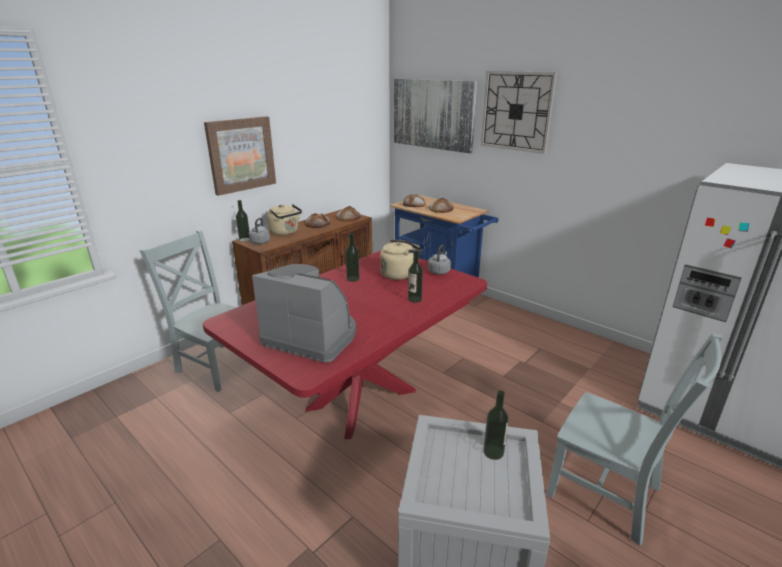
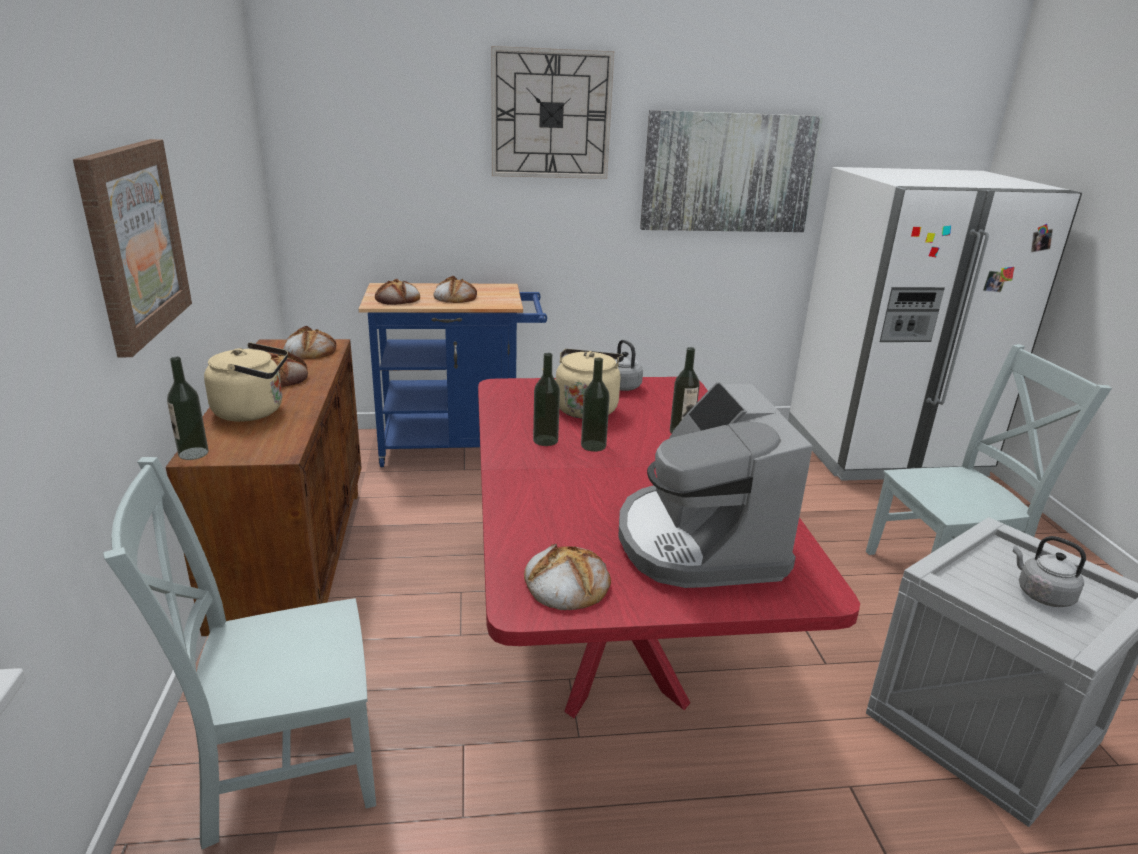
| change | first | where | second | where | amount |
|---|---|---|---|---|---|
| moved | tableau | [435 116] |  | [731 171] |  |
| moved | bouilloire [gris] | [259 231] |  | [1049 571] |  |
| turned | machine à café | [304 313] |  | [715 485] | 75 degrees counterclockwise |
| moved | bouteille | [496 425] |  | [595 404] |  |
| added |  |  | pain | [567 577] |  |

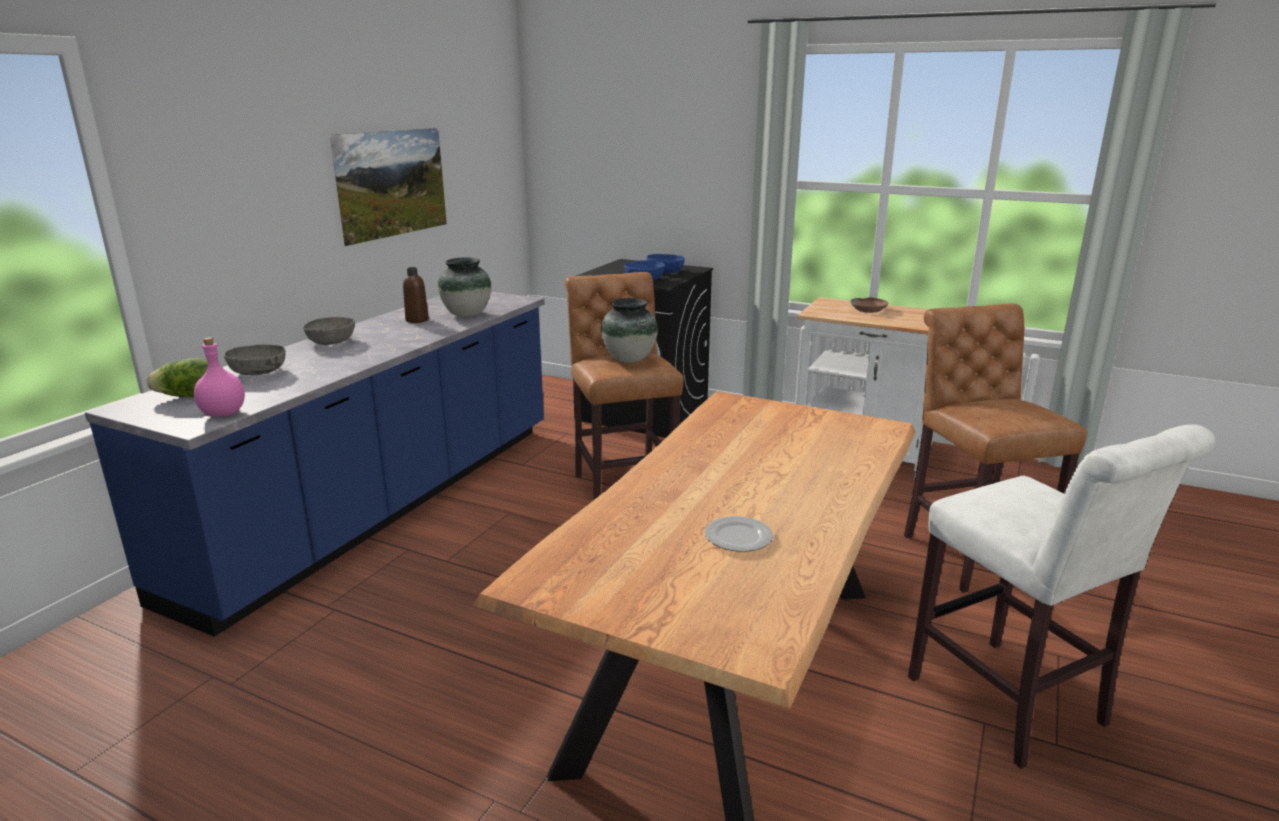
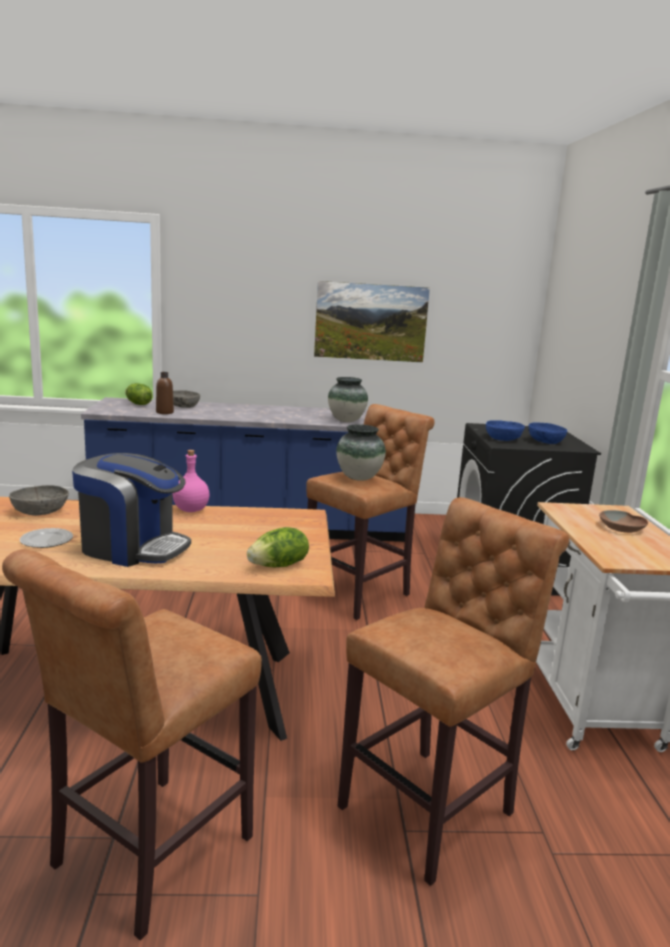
| change | first | where | second | where | amount |
|---|---|---|---|---|---|
| moved | bouteille [marron] | [416 295] |  | [165 393] |  |
| moved | bol [gris] | [329 331] |  | [39 500] |  |
| moved | bouteille [rose] | [219 377] |  | [191 481] |  |
| recoloured | tabouret [blanc] | [1061 596] | tabouret [marron] | [132 744] |  |
| added |  |  | machine à café | [131 510] |  |
| added |  |  | laitue | [278 547] |  |

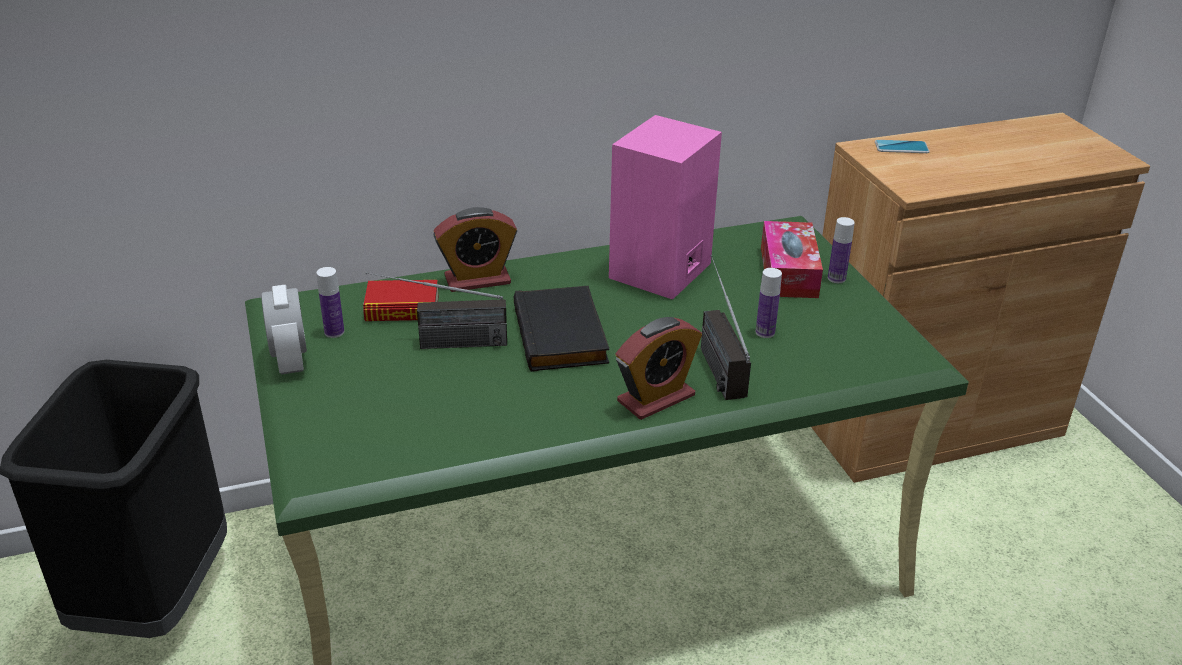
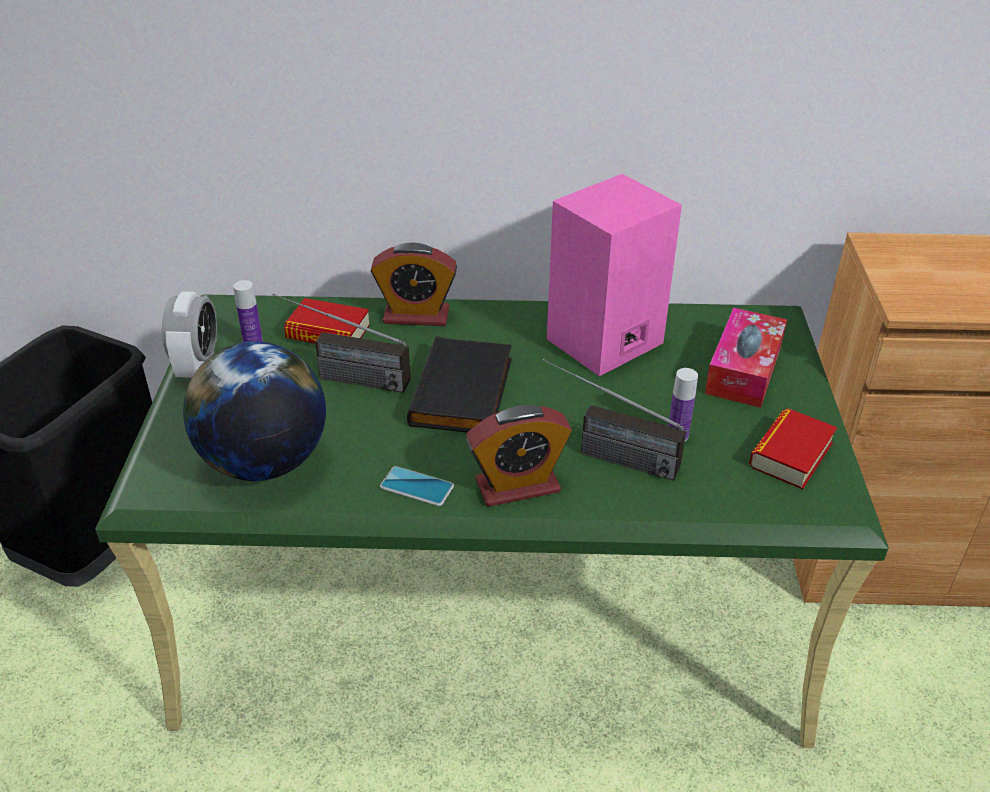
| change | first | where | second | where | amount |
|---|---|---|---|---|---|
| moved | téléphone | [902 146] |  | [417 486] |  |
| removed | bouteille | [841 250] |  |  |  |
| turned | radio | [726 327] |  | [614 420] | 75 degrees counterclockwise |
| added |  |  | globe | [254 411] |  |
| added |  |  | livre | [793 448] |  |

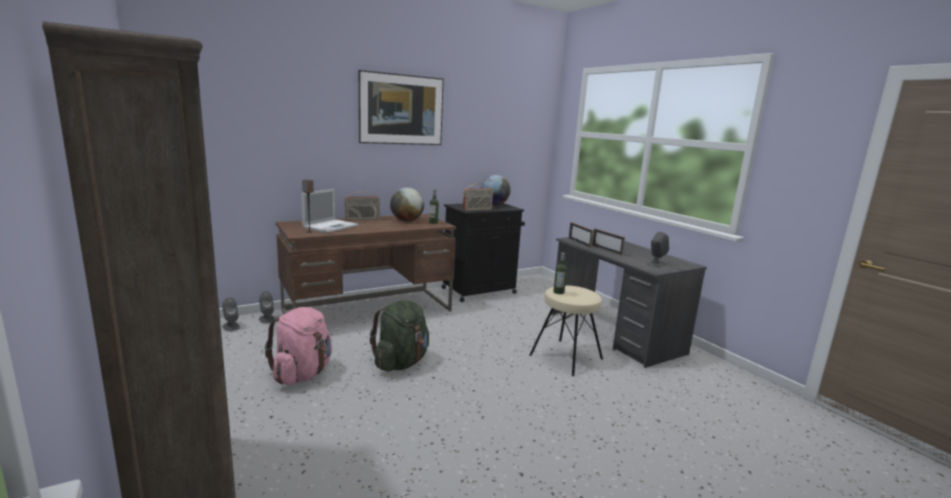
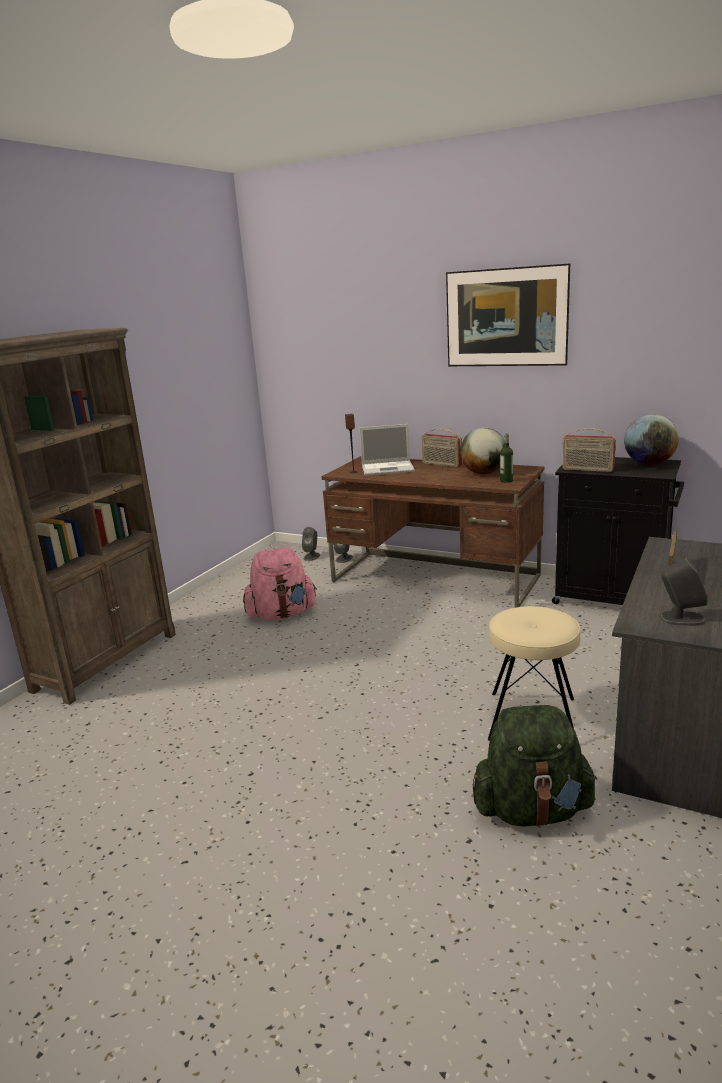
| change | first | where | second | where | amount |
|---|---|---|---|---|---|
| removed | cadre photo | [581 235] |  |  |  |
| removed | bouteille | [560 273] |  |  |  |
| moved | sac à dos [vert] | [399 335] |  | [534 766] |  |

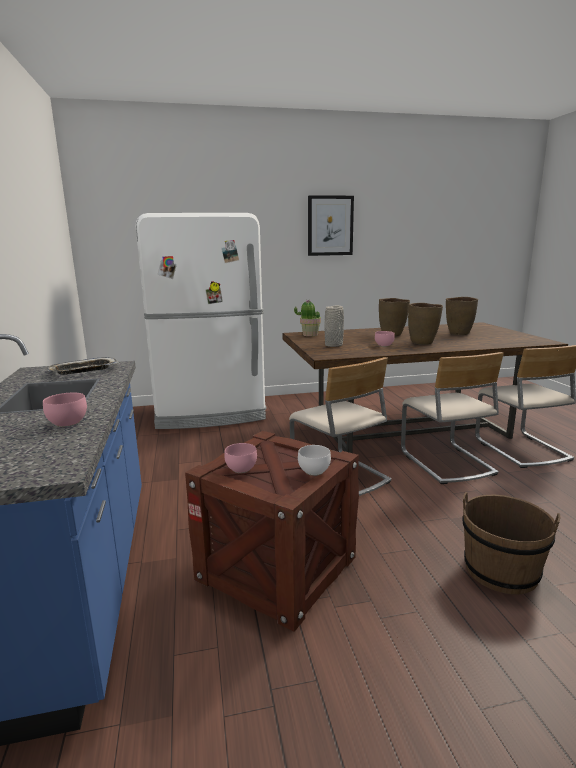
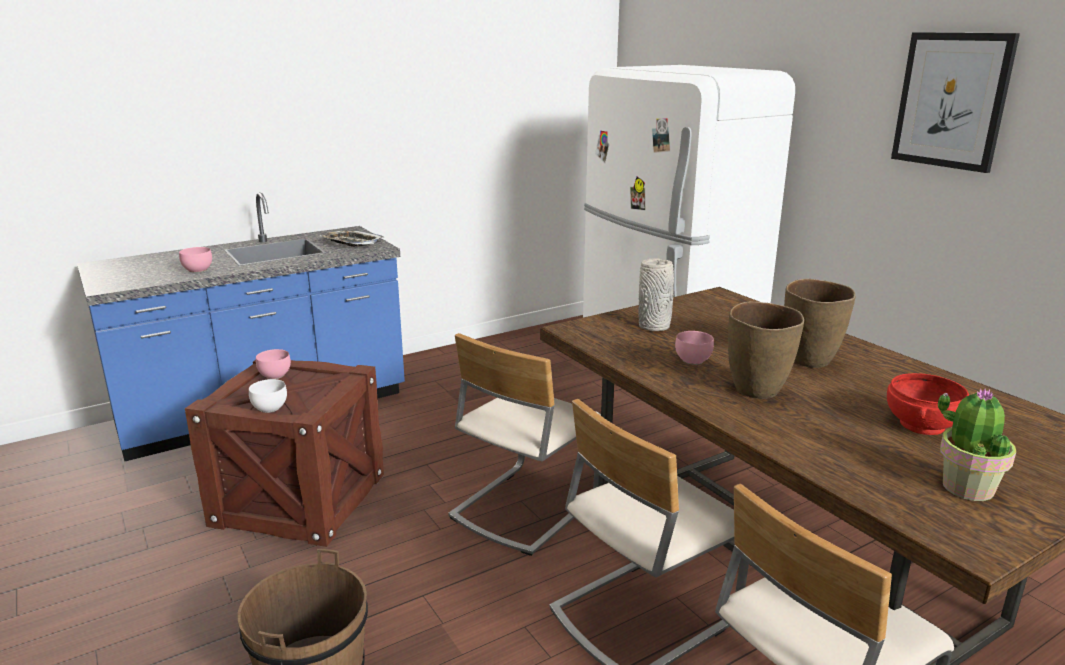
| change | first | where | second | where | amount |
|---|---|---|---|---|---|
| replaced | vase [marron] | [462 316] | bol [rouge] | [928 404] |  |
| moved | plante en pot | [307 318] |  | [977 445] |  |

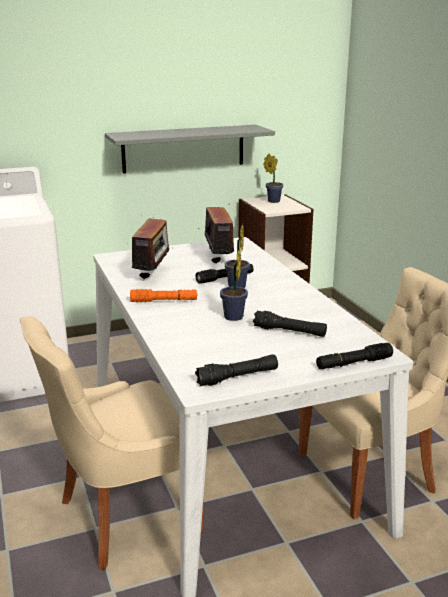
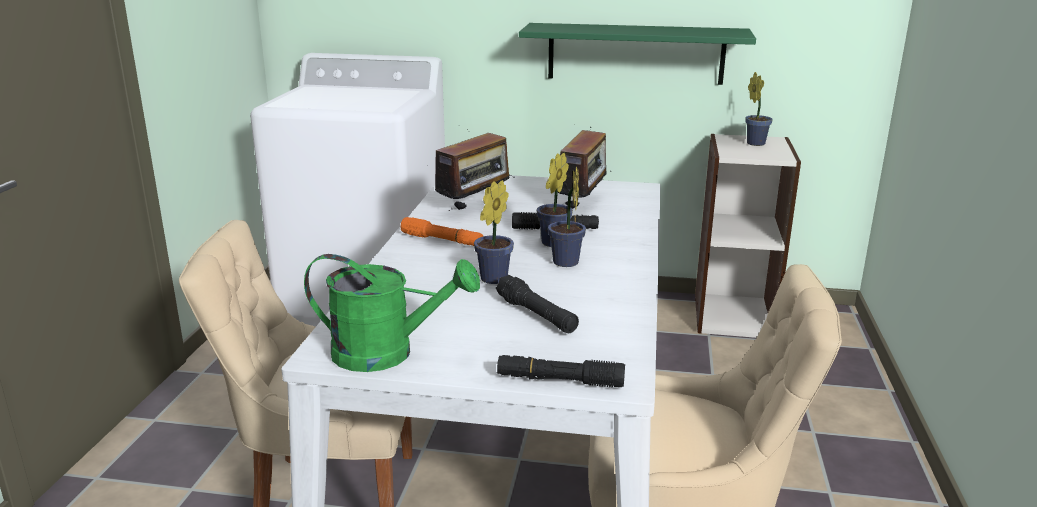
| change | first | where | second | where | amount |
|---|---|---|---|---|---|
| recoloured | étagère [gris] | [190 149] | étagère [vert] | [637 54] |  |
| replaced | lampe de poche [noir] | [236 370] | arrosoir [vert] | [392 313] |  |
| added |  |  | plante en pot | [567 217] |  |

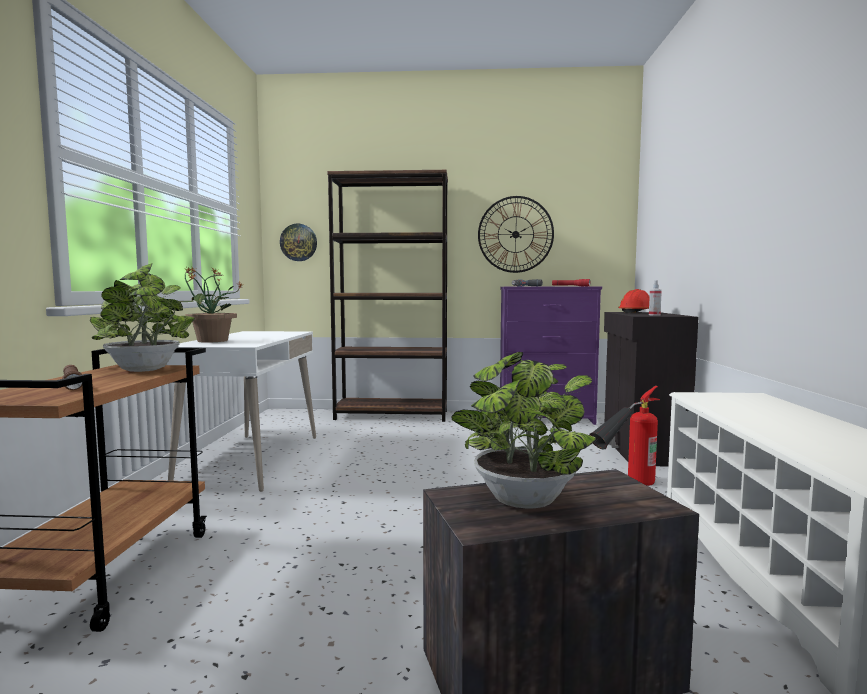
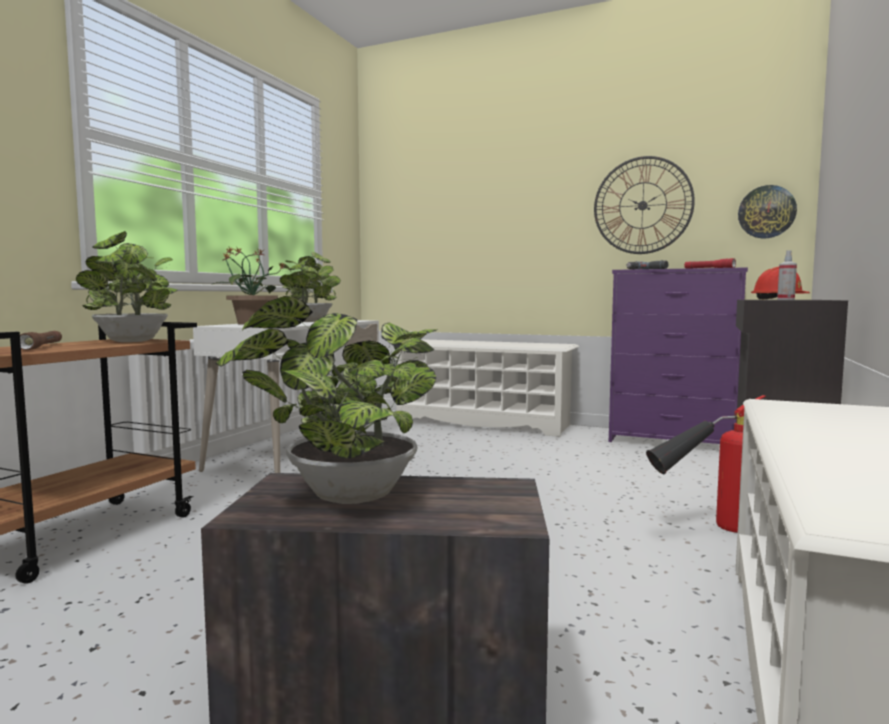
| change | first | where | second | where | amount |
|---|---|---|---|---|---|
| replaced | bibliothèque [marron] | [387 296] | étagère à chaussures [blanc] | [485 388] |  |
| moved | horloge murale | [298 242] |  | [767 211] |  |
| added |  |  | plante en pot | [310 287] |  |

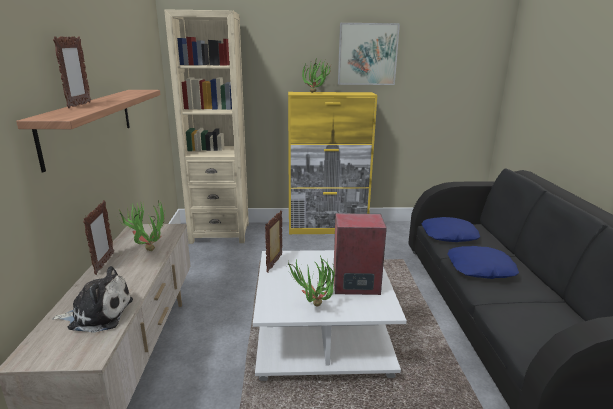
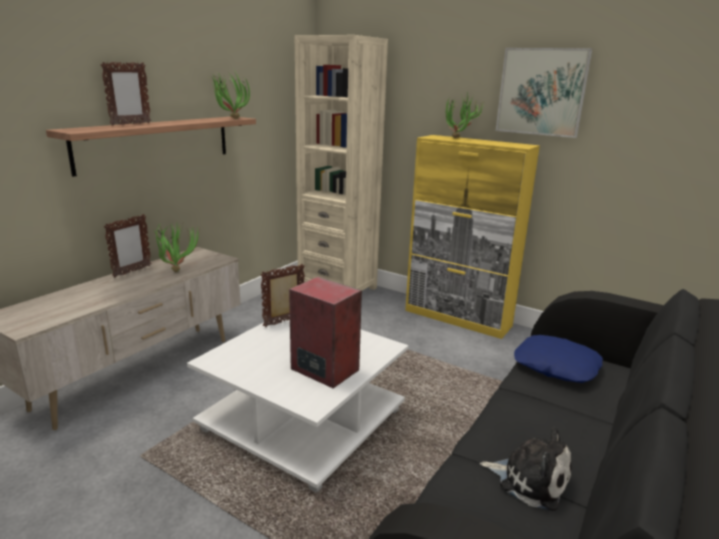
| change | first | where | second | where | amount |
|---|---|---|---|---|---|
| removed | coussin [bleu] | [483 262] |  |  |  |
| moved | plante en pot | [311 280] |  | [230 95] |  |
| moved | peluche | [92 299] |  | [525 469] |  |

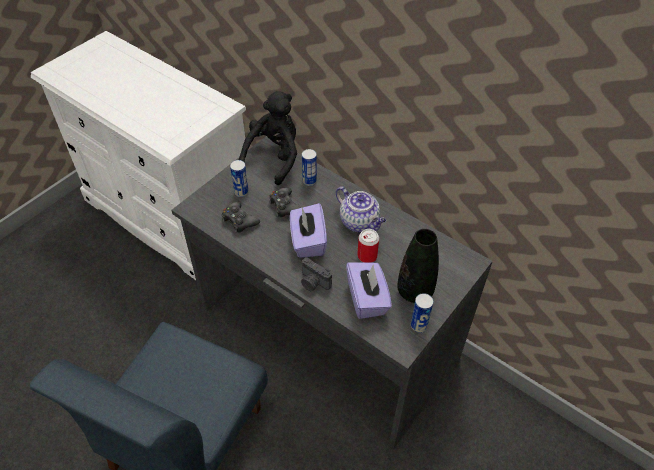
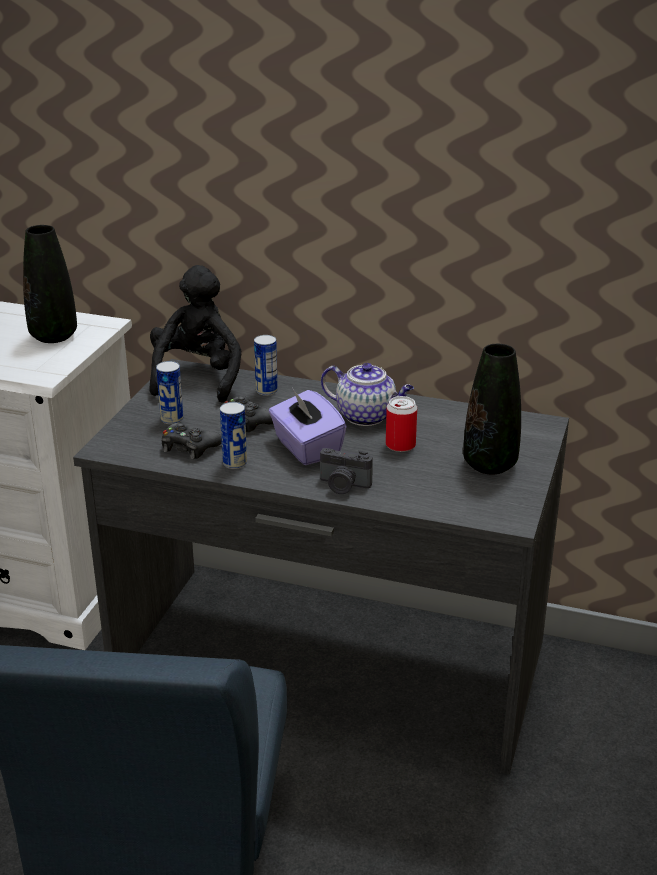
| change | first | where | second | where | amount |
|---|---|---|---|---|---|
| removed | boîte à mouchoirs [violet] | [369 290] |  |  |  |
| moved | boîte métallique | [422 313] |  | [233 435] |  |
| added |  |  | vase [noir] | [50 284] |  |

